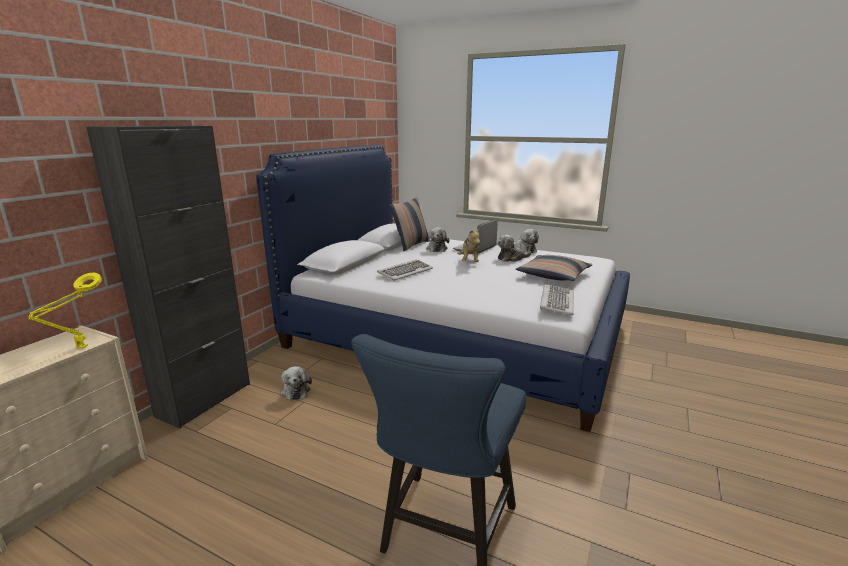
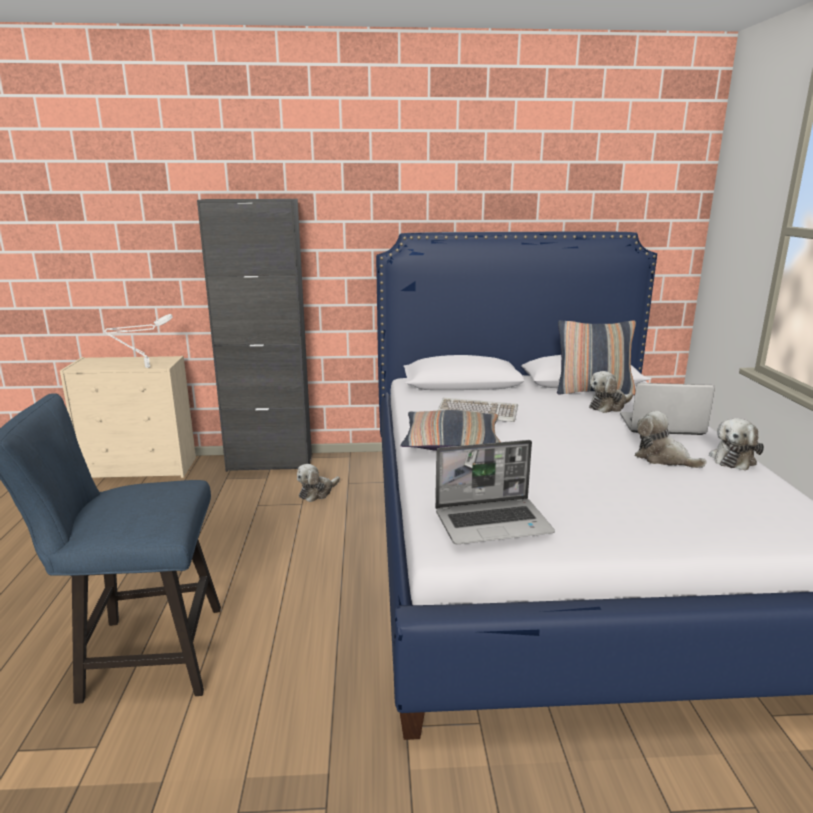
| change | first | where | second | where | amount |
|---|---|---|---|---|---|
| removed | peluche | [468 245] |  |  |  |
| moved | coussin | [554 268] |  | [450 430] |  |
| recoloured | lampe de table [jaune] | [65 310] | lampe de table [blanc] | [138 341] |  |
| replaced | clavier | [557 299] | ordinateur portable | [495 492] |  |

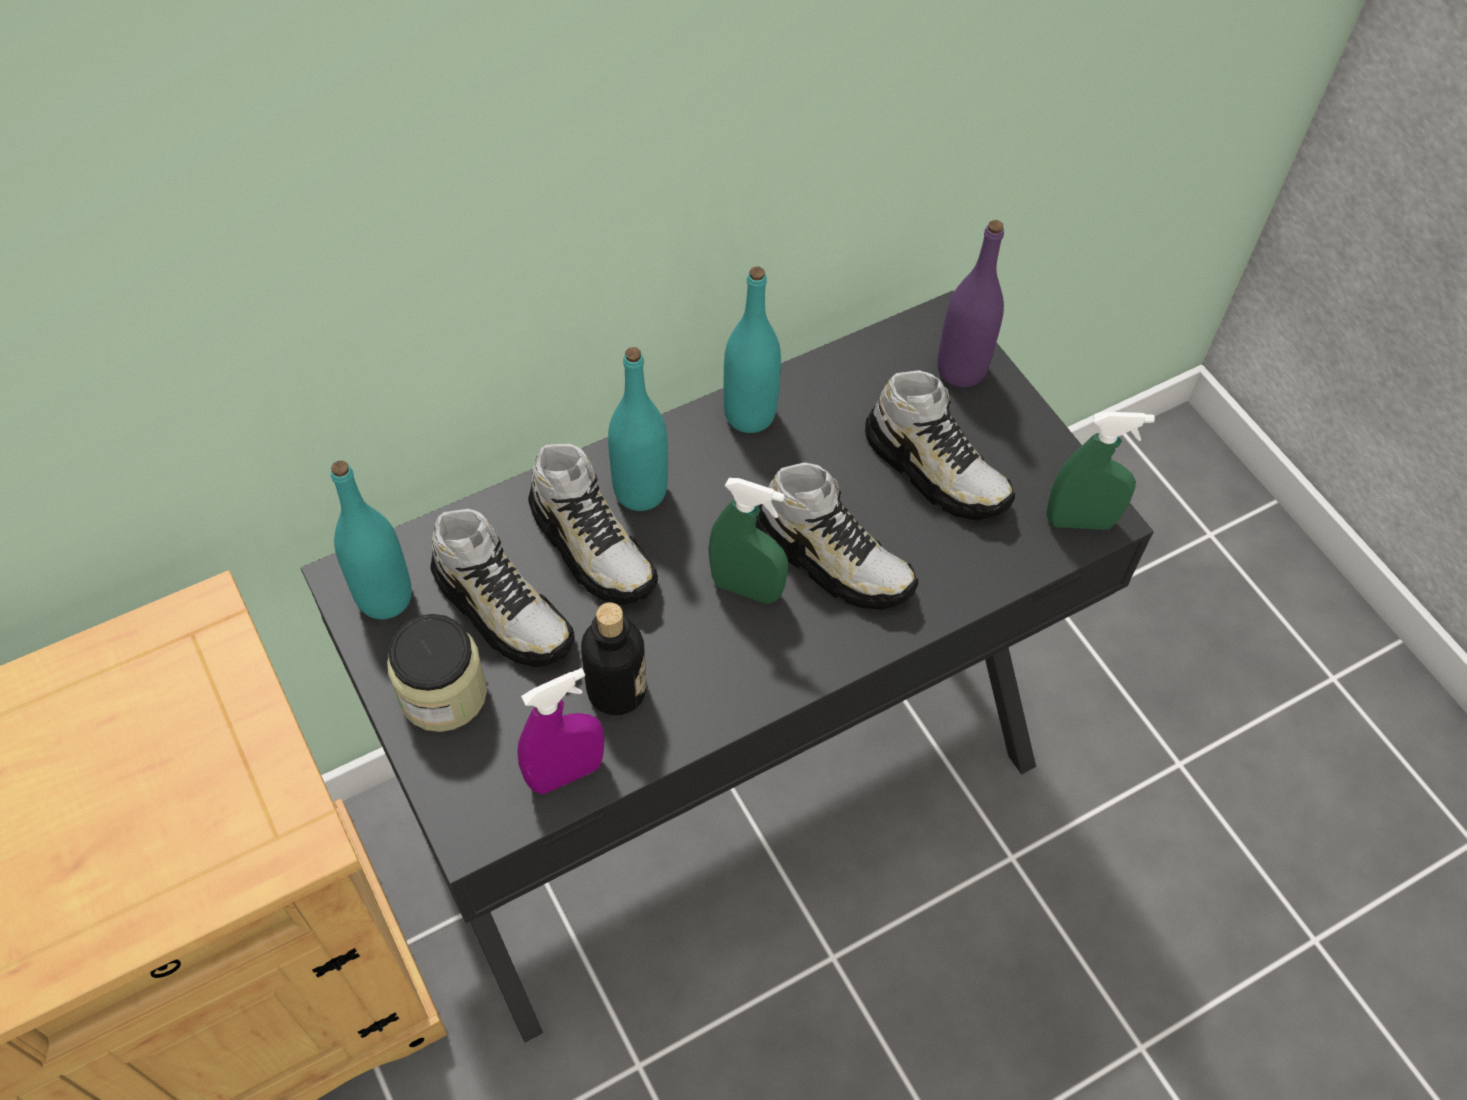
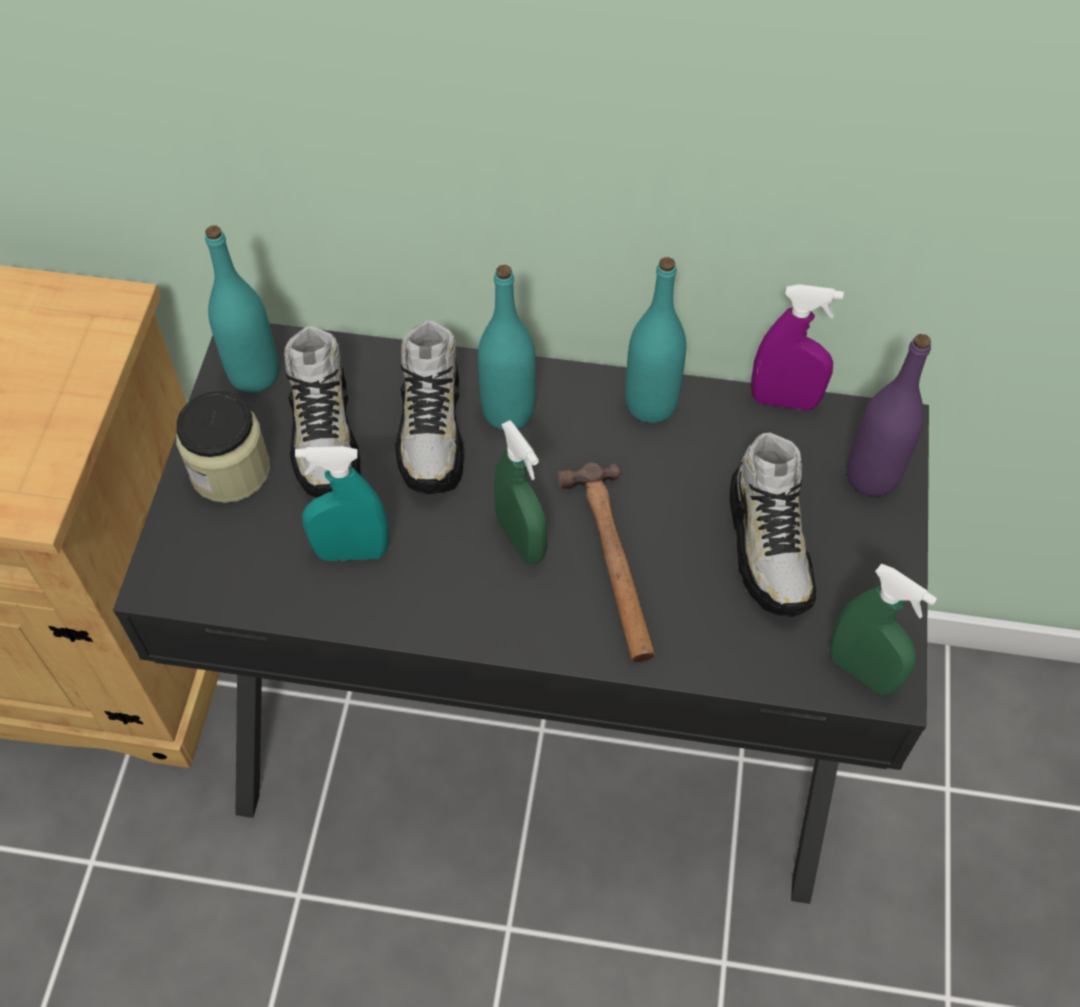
| change | first | where | second | where | amount |
|---|---|---|---|---|---|
| replaced | chaussure | [836 536] | marteau | [606 562] |  |
| replaced | bouteille | [614 658] | vaporisateur [turquoise] | [342 503] |  |
| moved | vaporisateur [violet] | [560 731] |  | [797 347] |  |

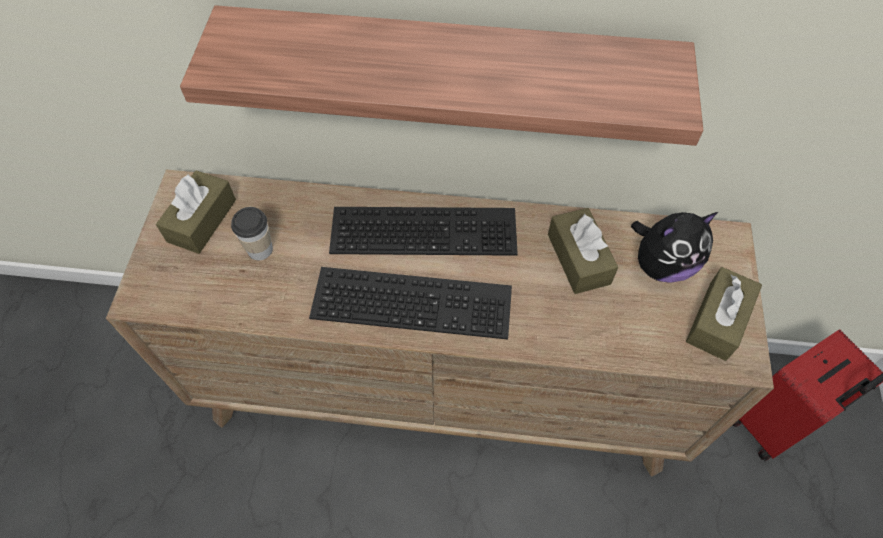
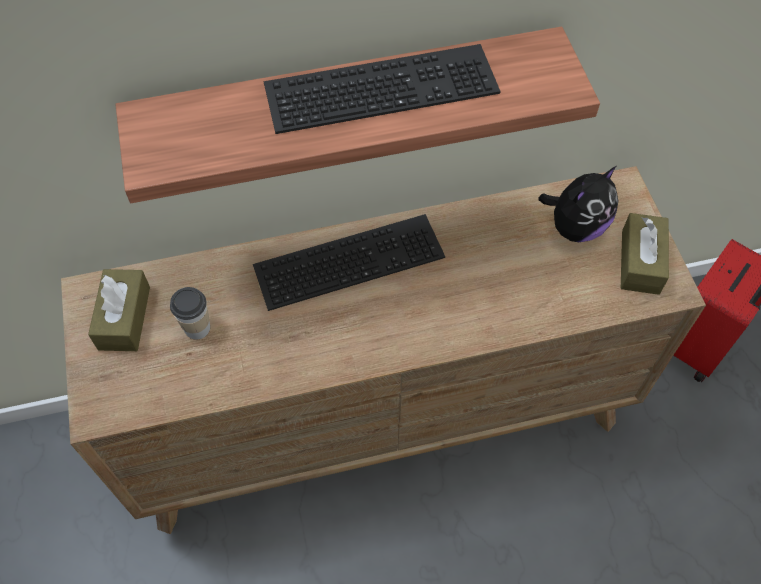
| change | first | where | second | where | amount |
|---|---|---|---|---|---|
| removed | boîte à mouchoirs [marron] | [583 251] |  |  |  |
| moved | clavier | [410 303] |  | [382 89] |  |

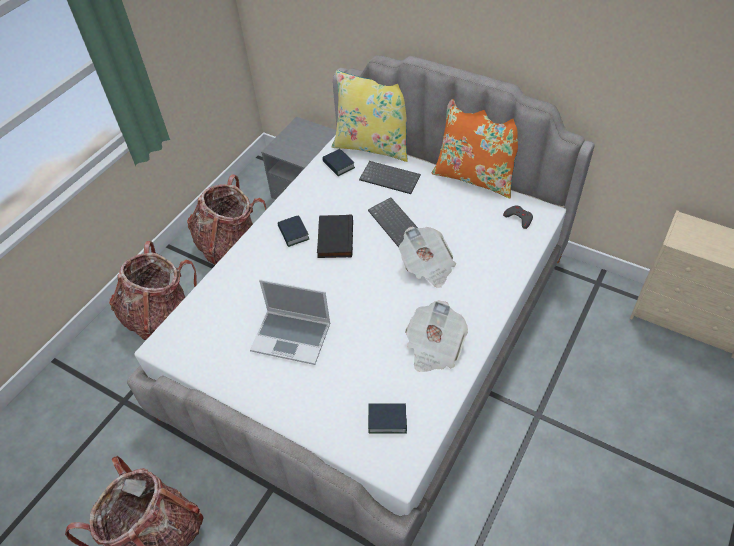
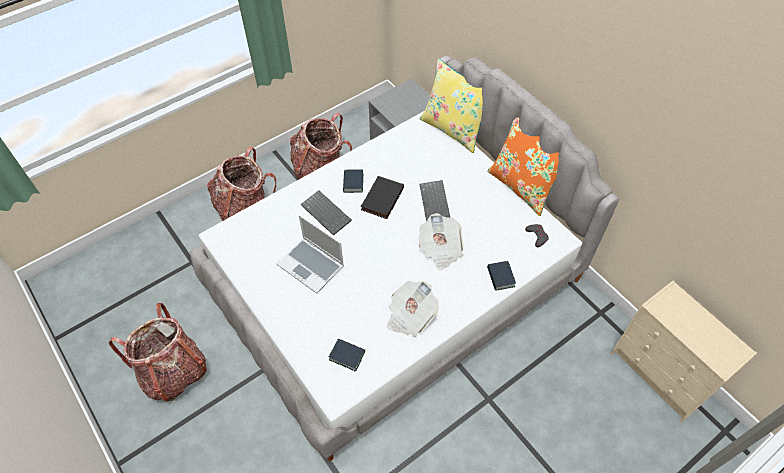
| change | first | where | second | where | amount |
|---|---|---|---|---|---|
| moved | livre | [338 162] |  | [501 276] |  |
| moved | clavier | [390 177] |  | [326 213] |  |

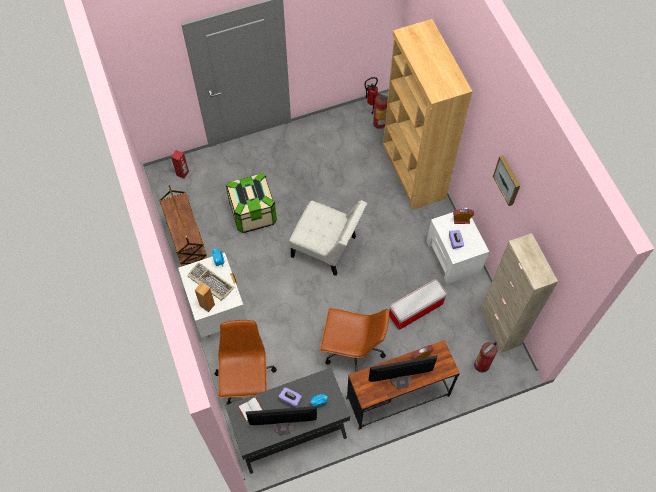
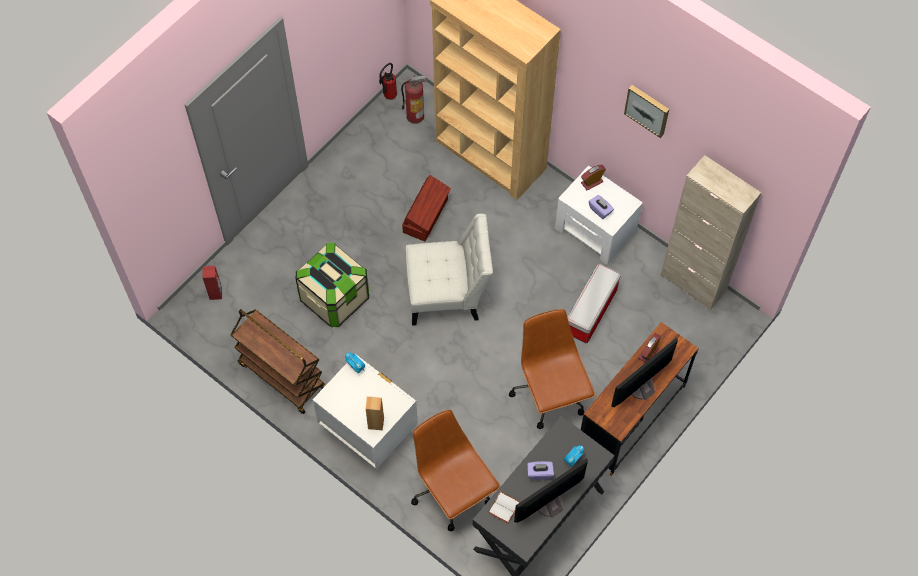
| change | first | where | second | where | amount |
|---|---|---|---|---|---|
| removed | clavier | [211 282] |  |  |  |
| turned | chaise de bureau [marron] | [354 340] |  | [552 369] | 90 degrees counterclockwise |
| removed | extincteur | [485 357] |  |  |  |
| added |  |  | boîte de rangement [marron] | [426 208] |  |

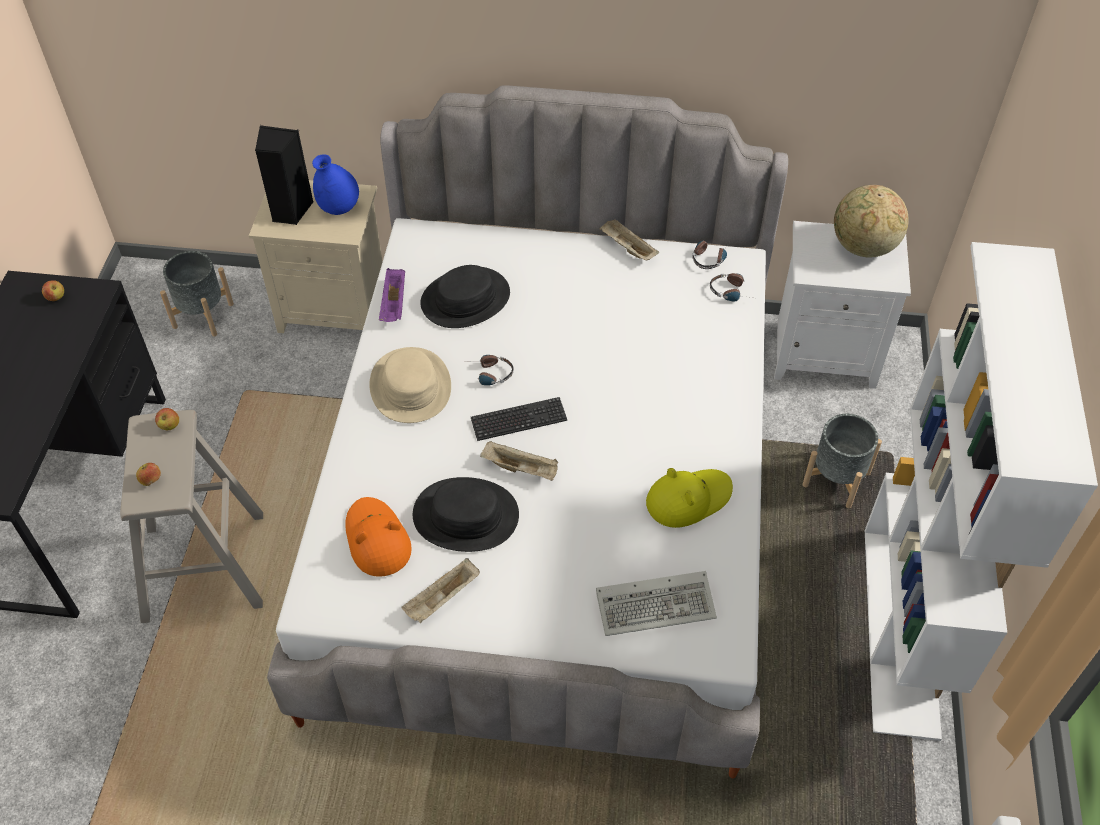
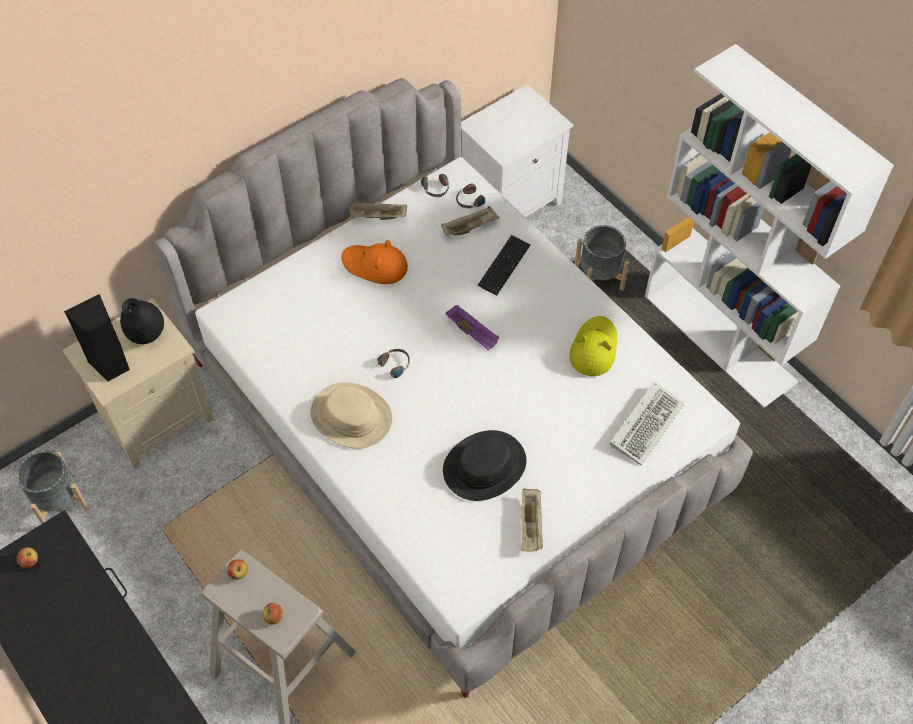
| change | first | where | second | where | amount |
|---|---|---|---|---|---|
| recoloured | vase [bleu] | [335 184] | vase [noir] | [142 321] |  |
| removed | globe | [871 221] |  |  |  |
| removed | chapeau [noir] | [465 296] |  |  |  |
| moved | plateau [violet] | [392 295] |  | [472 327] |  |
| moved | clavier | [519 419] |  | [504 265] |  |
| moved | plateau [beige] | [519 461] |  | [470 221] |  |
| moved | chapeau [orange] | [378 537] |  | [374 262] |  |

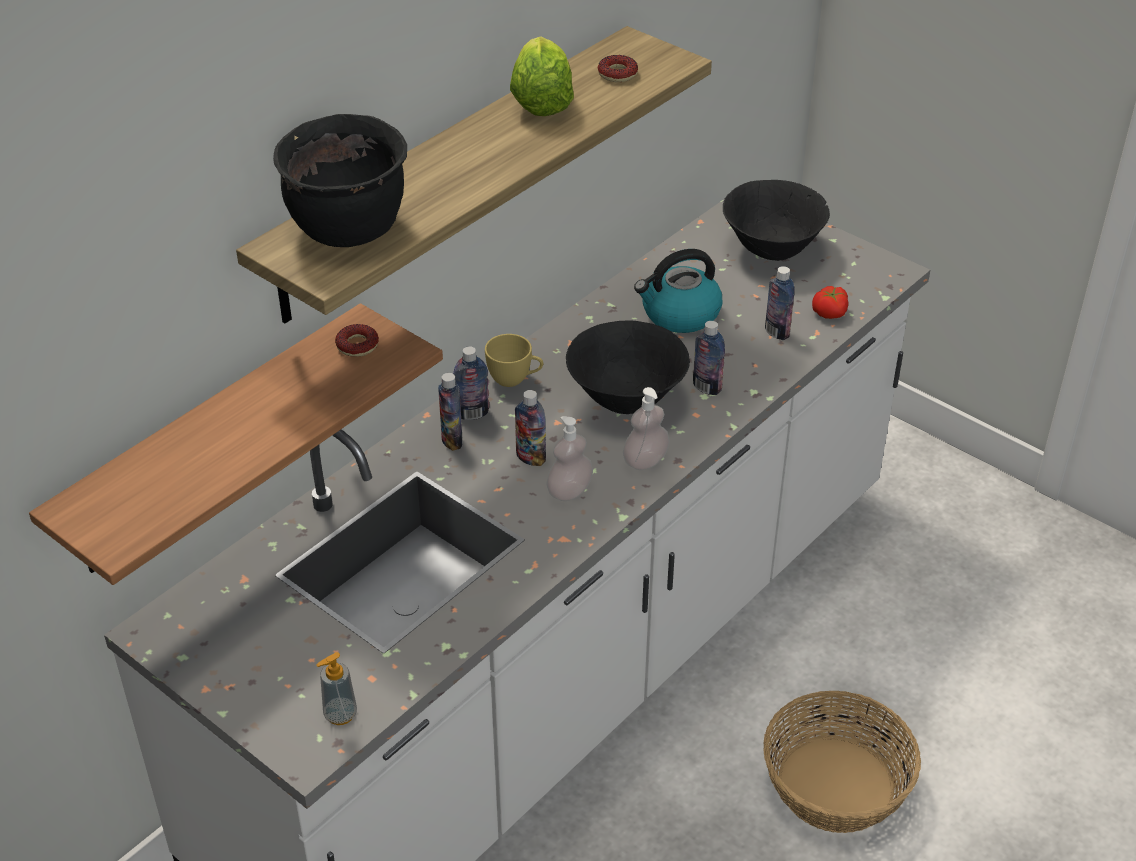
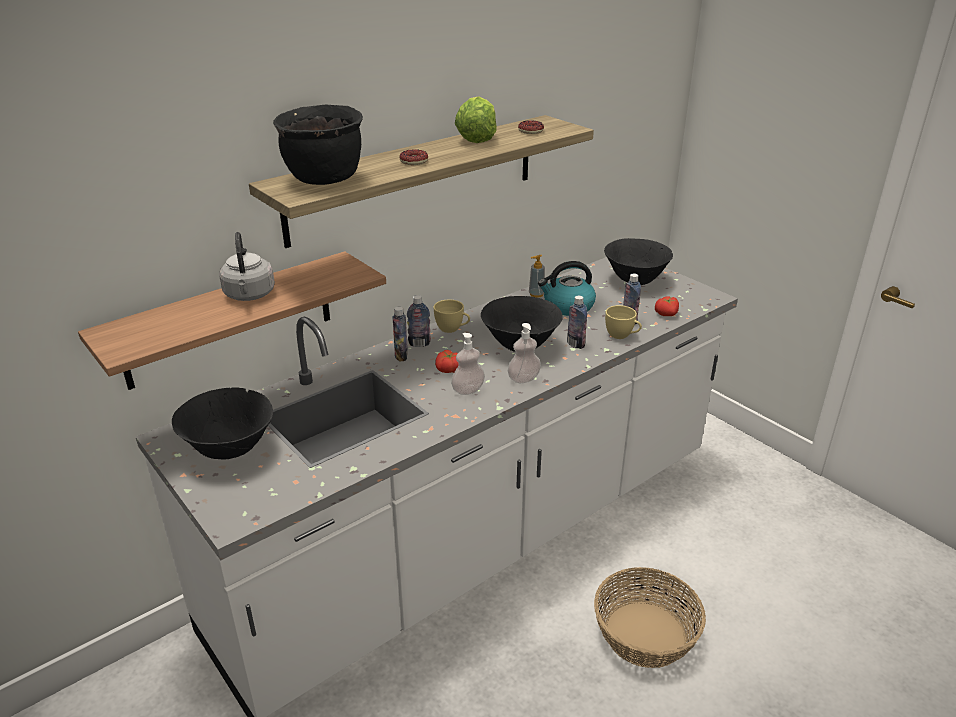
| change | first | where | second | where | amount |
|---|---|---|---|---|---|
| moved | beignet | [357 340] |  | [413 157] |  |
| replaced | bouteille | [530 428] | tomate | [447 361] |  |
| moved | distributeur de savon | [336 688] |  | [537 276] |  |
| added |  |  | bouilloire [gris] | [247 266] |  |
| added |  |  | tasse [jaune] | [623 322] |  |
| added |  |  | bol [noir] | [222 423] |  |

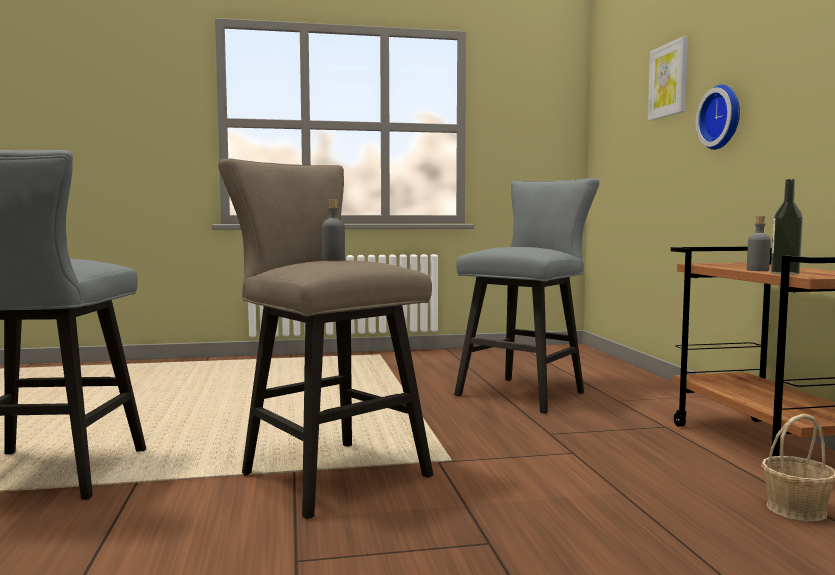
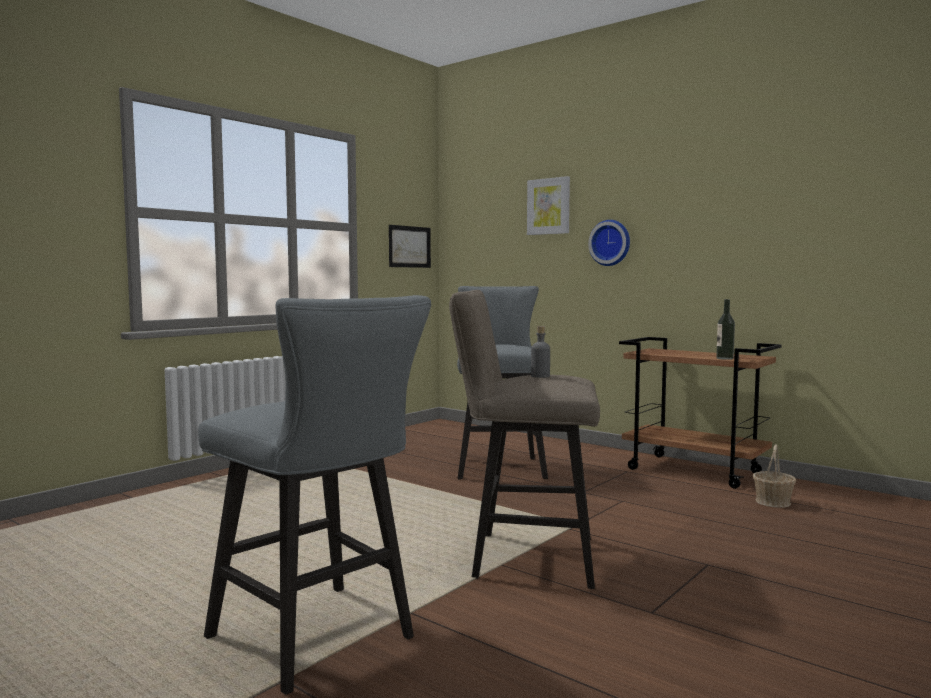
| change | first | where | second | where | amount |
|---|---|---|---|---|---|
| removed | bouteille [gris] | [759 243] |  |  |  |
| added |  |  | tableau | [410 246] |  |

